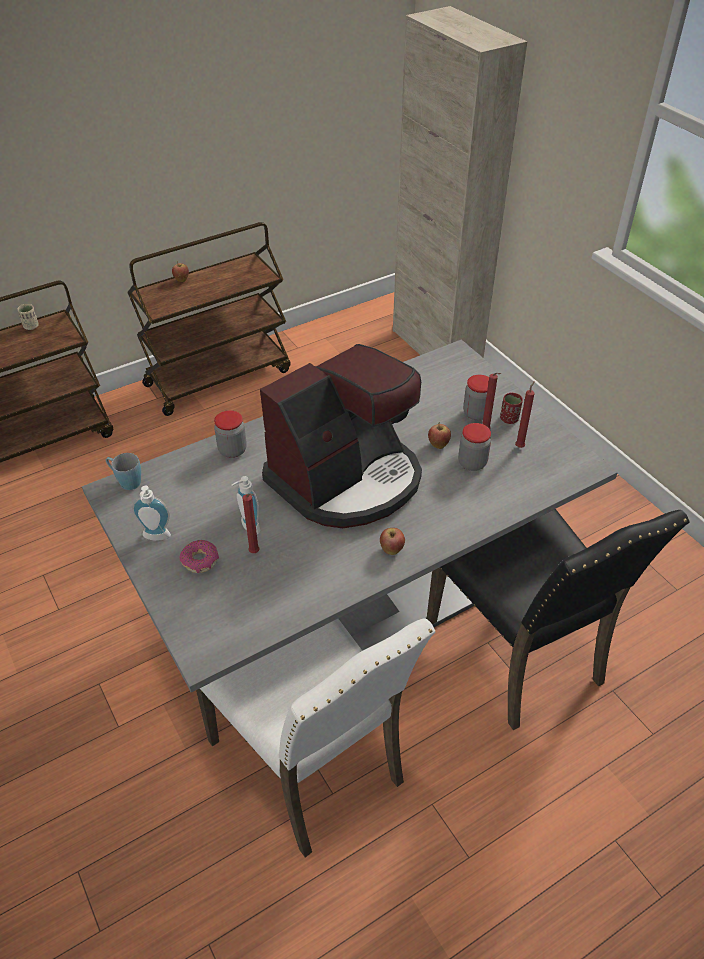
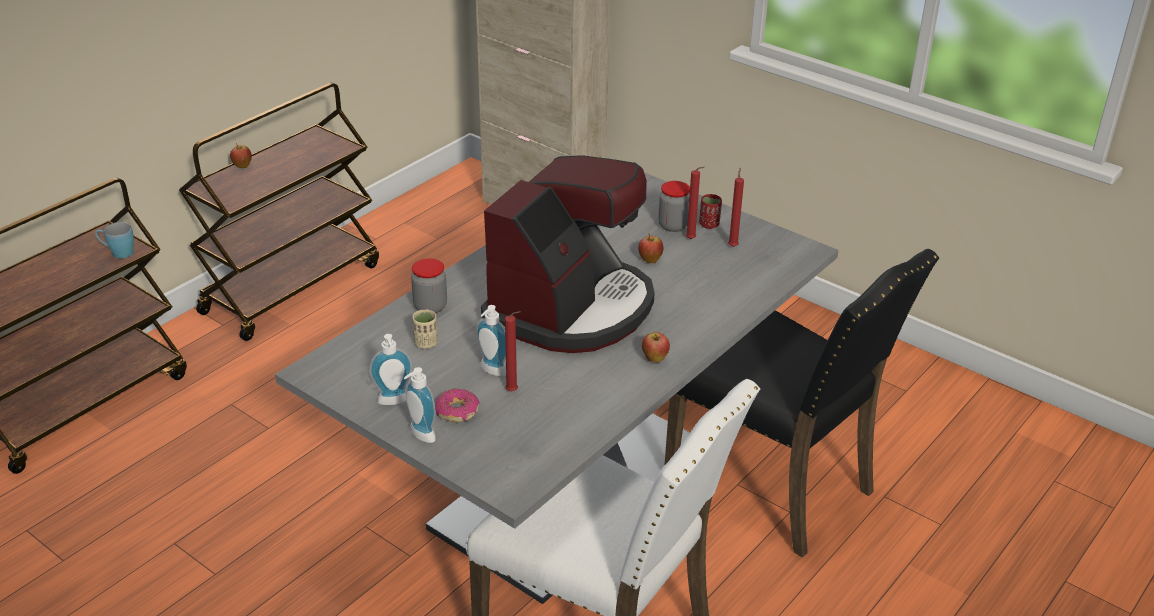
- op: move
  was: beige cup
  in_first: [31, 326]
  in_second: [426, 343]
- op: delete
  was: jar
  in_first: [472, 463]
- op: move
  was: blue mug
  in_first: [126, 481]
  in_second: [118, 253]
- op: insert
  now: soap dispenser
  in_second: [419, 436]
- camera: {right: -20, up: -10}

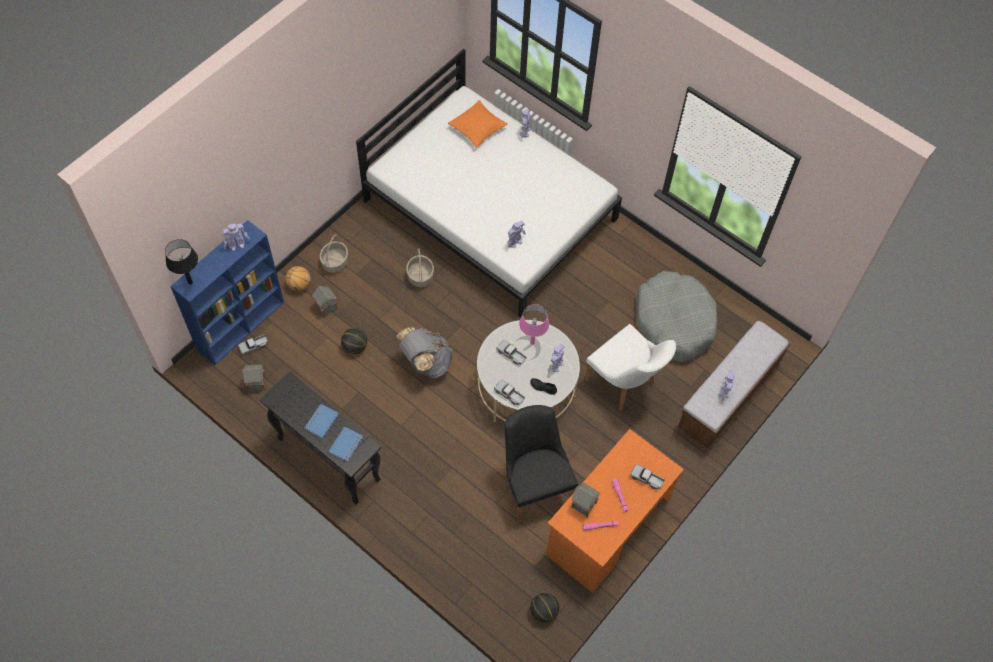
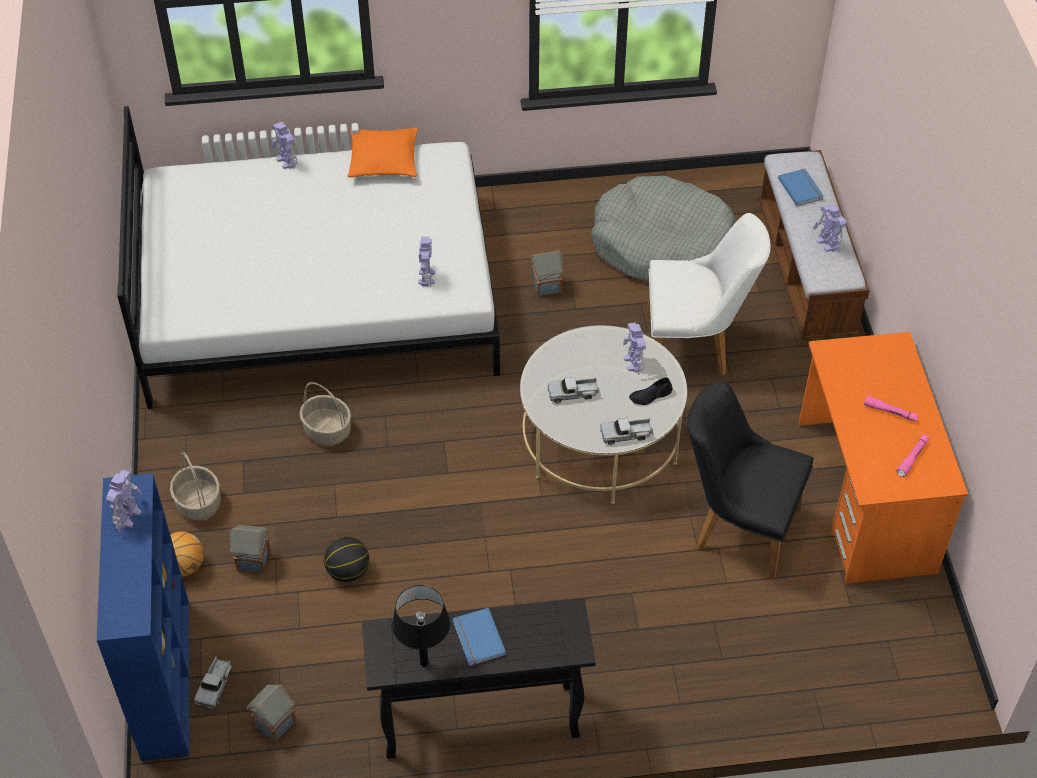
- op: move
  was: orange pillow
  in_first: [477, 128]
  in_second: [383, 160]
- op: move
  was: black table lamp
  in_first: [190, 282]
  in_second: [424, 663]
- op: delete
  was: pink table lamp
  in_first: [532, 342]
- op: delete
  was: grey backpack
  in_first: [426, 363]
- op: move
  was: blue book
  in_first: [347, 445]
  in_second: [801, 188]
- op: delete
  was: toy truck
  in_first: [646, 479]
- op: move
  was: toy house
  in_first: [583, 505]
  in_second: [546, 286]
- op: delete
  was: basketball
  in_first: [543, 612]
- camera: {right: -45, up: -10}

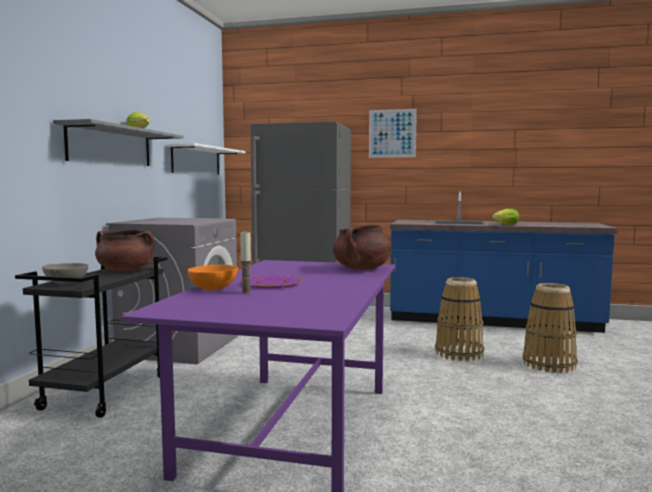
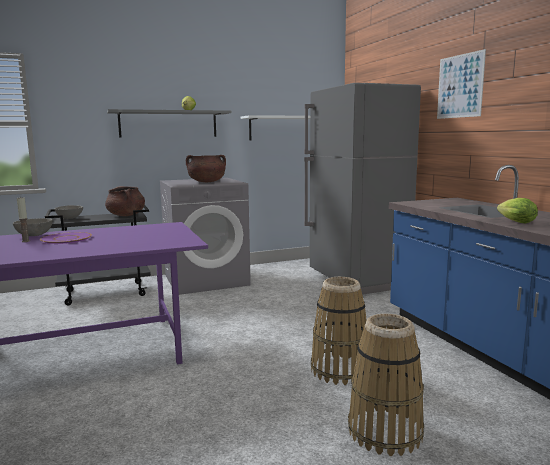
- op: move
  was: brown cooking pot
  in_first: [361, 269]
  in_second: [206, 182]
- op: recolor
  was: orange bowl
  now: grey bowl
  in_first: [213, 289]
  in_second: [35, 235]
- camera: {right: 55, up: 5}

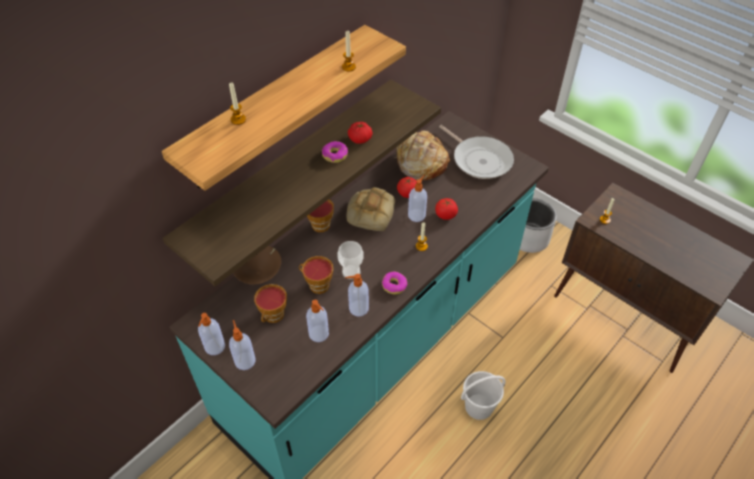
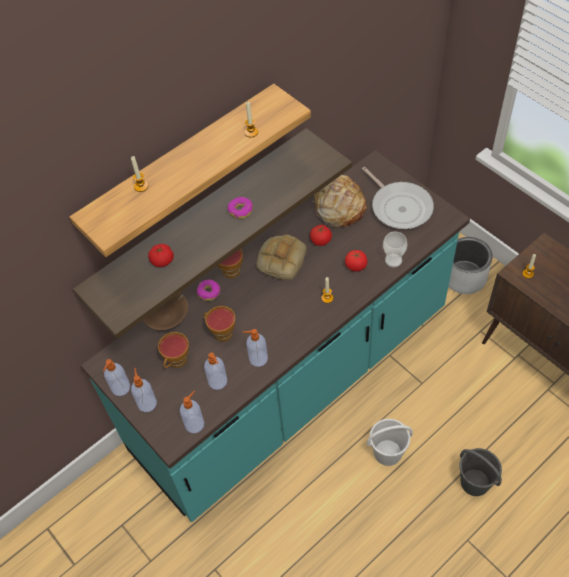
- op: move
  was: tomato
  in_first: [360, 139]
  in_second: [162, 261]
- op: move
  was: soap dispenser
  in_first: [417, 215]
  in_second: [195, 423]
- op: move
  was: cup
  in_first: [351, 272]
  in_second: [393, 260]
- op: move
  was: donut
  in_first: [394, 285]
  in_second: [209, 292]
- op: insert
  now: grey bucket
  in_second: [475, 483]
- camera: {right: 10, up: 5}

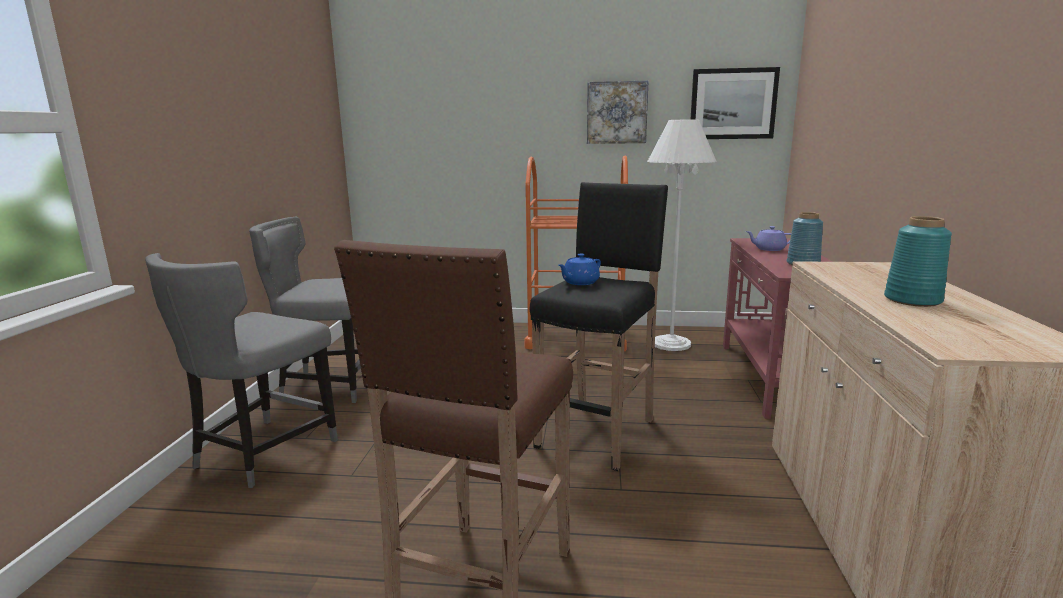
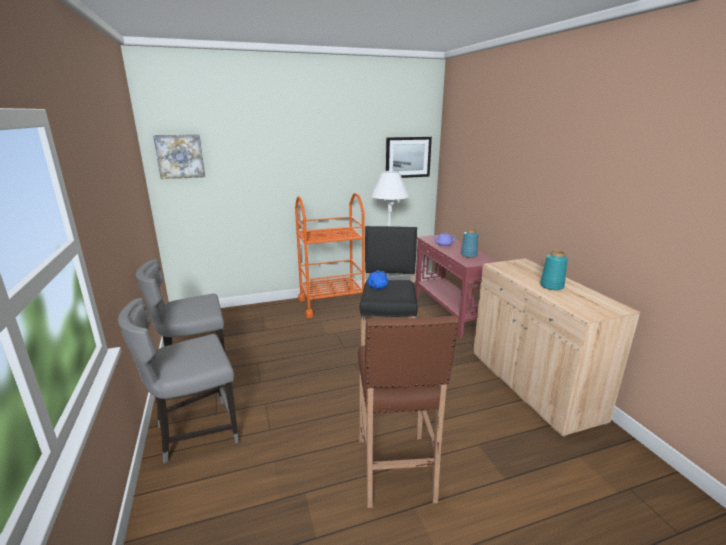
- op: move
  was: picture
  in_first: [616, 112]
  in_second: [180, 156]
- op: rotate
  was: grey chair
  in_first: [261, 453]
  in_second: [195, 432]
  clockwise: 60
- camera: {right: -25, up: 5}

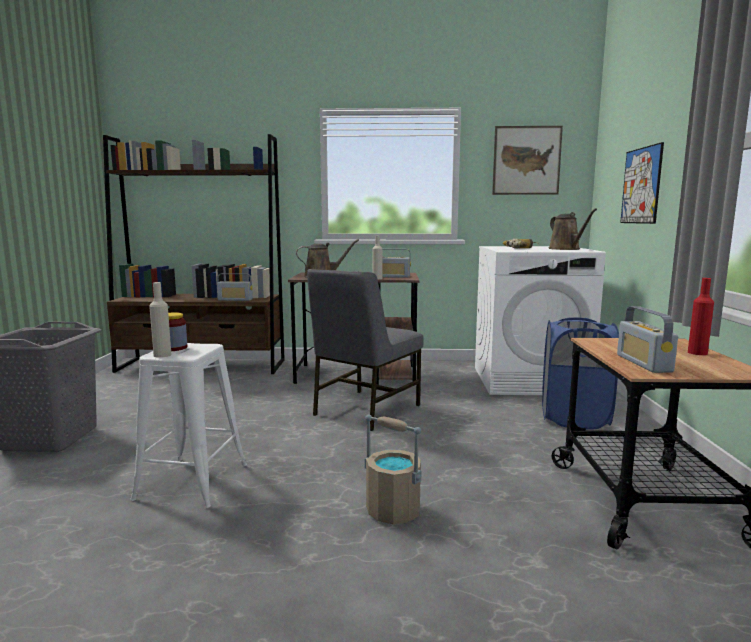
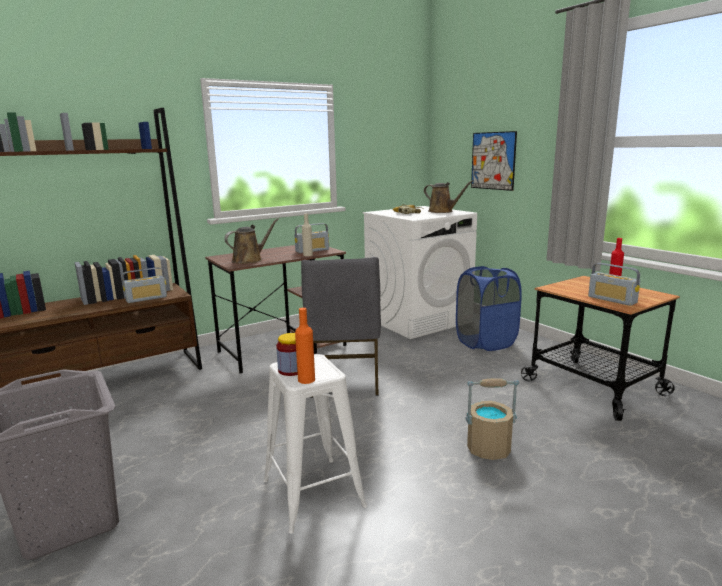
- op: delete
  was: picture
  in_first: [526, 160]
- op: recolor
  was: beige bottle
  now: orange bottle
  in_first: [162, 355]
  in_second: [306, 380]
- camera: {right: -35, up: 5}

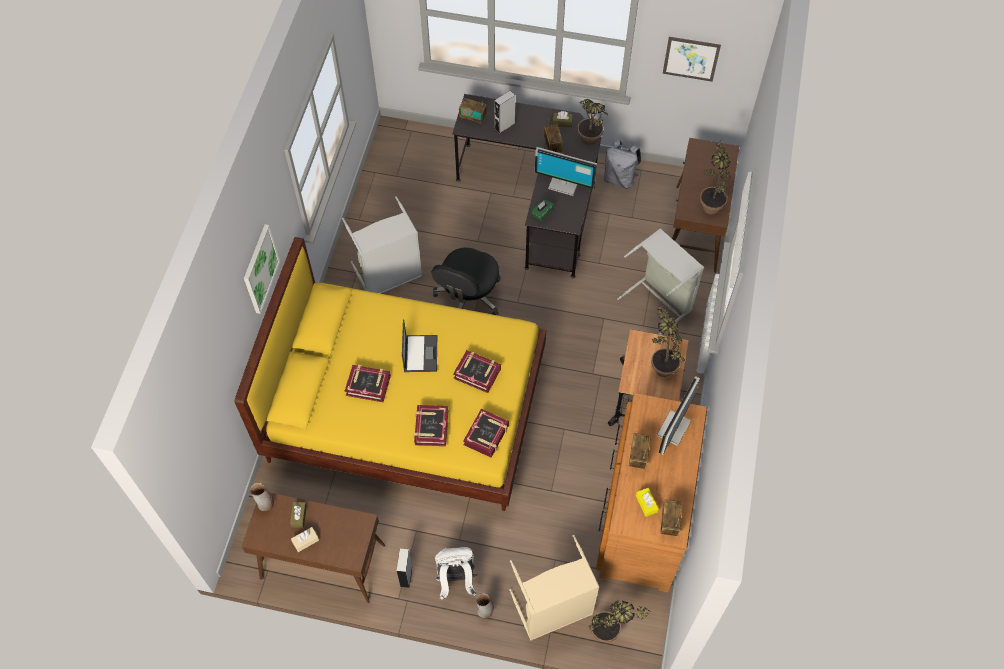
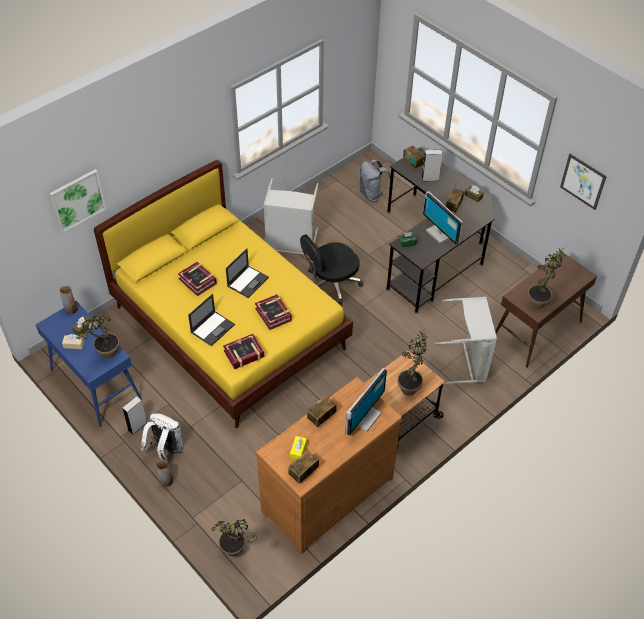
- op: move
  was: potted plant
  in_first: [590, 143]
  in_second: [105, 356]
- op: move
  was: grey backpack
  in_first: [620, 179]
  in_second: [373, 194]
- op: move
  was: picture
  in_first: [260, 269]
  in_second: [77, 200]
- op: rotate
  was: monitor
  in_first: [675, 429]
  in_second: [364, 416]
  clockwise: 150
- op: replace
  was: book
  now: laptop
  in_first: [431, 427]
  in_second: [213, 328]
- op: recolor
  was: brown console table
  now: blue console table
  in_first: [322, 562]
  in_second: [95, 385]
- op: delete
  was: beige laundry basket
  in_first: [554, 610]
- camera: {right: 35, up: -10}

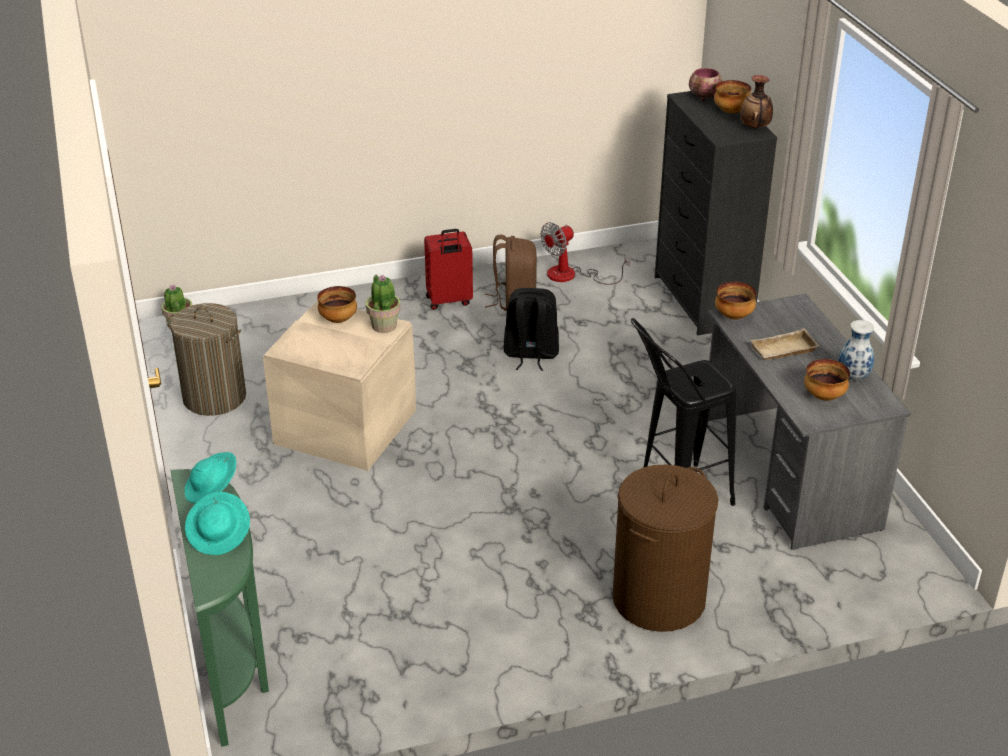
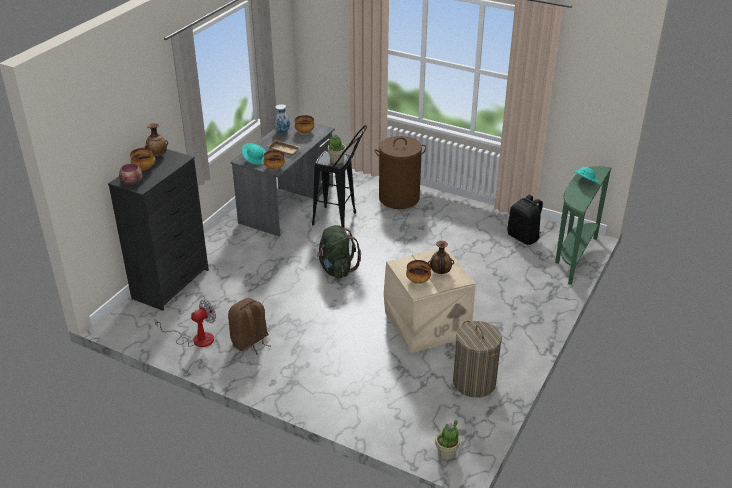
- op: rotate
  was: fan
  in_first: [572, 276]
  in_second: [196, 339]
  clockwise: -45
- op: delete
  was: red suitcase
  in_first: [449, 301]
- op: move
  was: potted plant
  in_first: [384, 325]
  in_second: [336, 160]
- op: move
  was: black backpack
  in_first: [530, 354]
  in_second: [524, 237]
- op: move
  was: turquoise hat
  in_first: [212, 490]
  in_second: [255, 159]
- op: insert
  now: green backpack
  in_second: [336, 269]
- op: insert
  now: vase
  in_second: [440, 272]
- camera: {right: -135, up: 0}

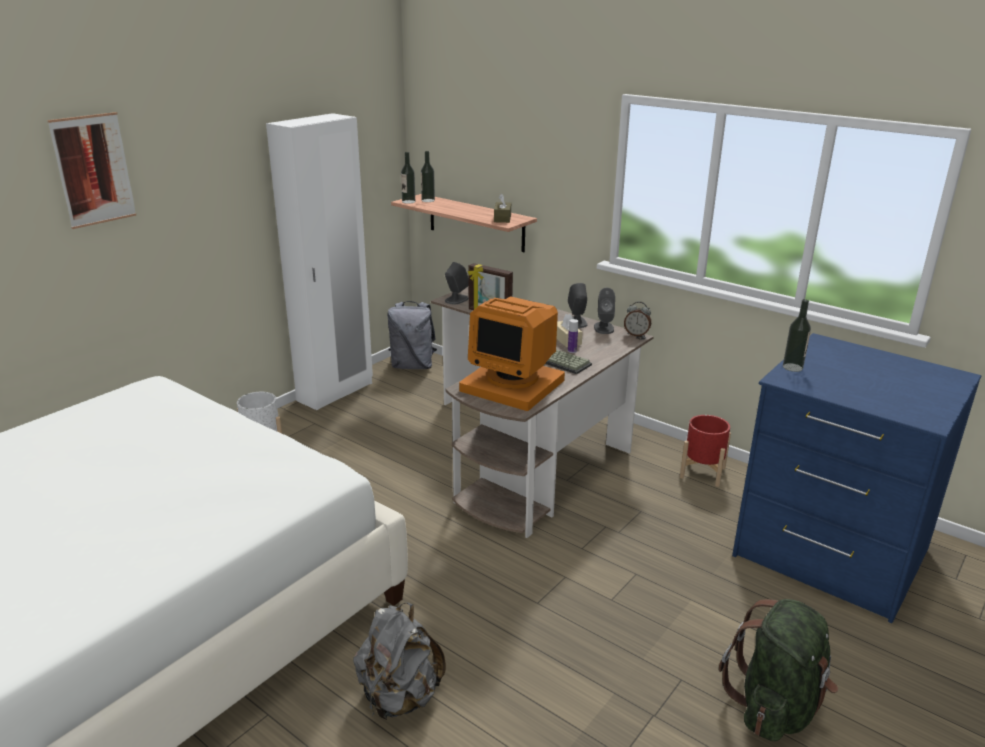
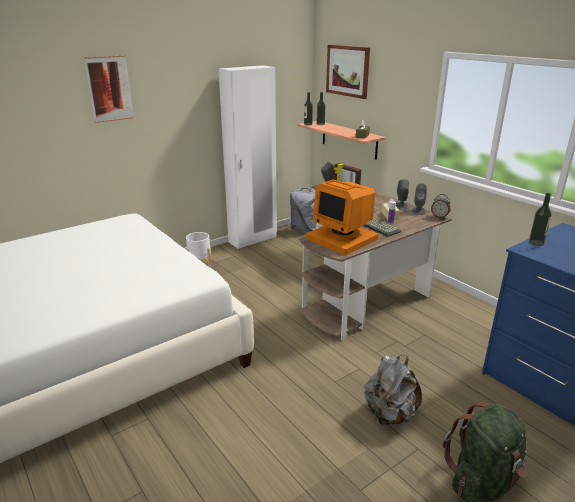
- op: delete
  was: red planter
  in_first: [702, 472]
- op: move
  was: grey backpack
  in_first: [399, 697]
  in_second: [389, 414]
- op: insert
  now: picture
  in_second: [348, 71]
- camera: {right: 15, up: 0}

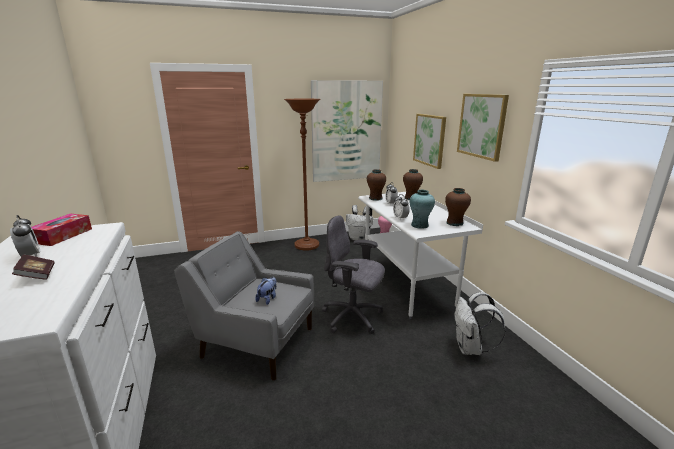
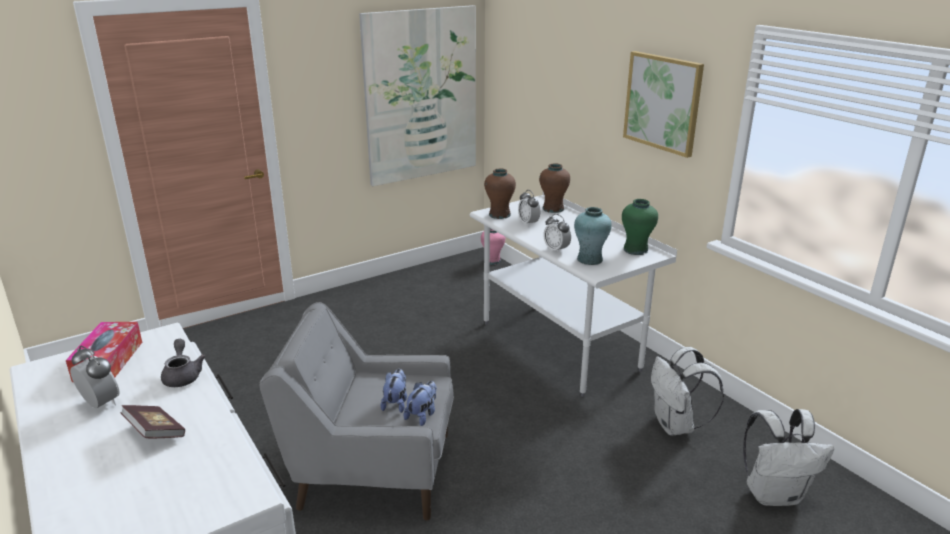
- op: delete
  was: brown floor lamp
  in_first: [307, 246]
- op: delete
  was: picture
  in_first: [429, 140]
- op: recolor
  was: brown vase
  now: green vase
  in_first: [454, 223]
  in_second: [635, 250]
- op: move
  was: white backpack
  in_first: [359, 239]
  in_second: [774, 494]
- op: delete
  was: grey office chair
  in_first: [353, 317]
- op: insert
  now: grey teapot
  in_second: [183, 375]
- op: insert
  now: plush toy
  in_second: [422, 415]
- camera: {right: -15, up: 5}

